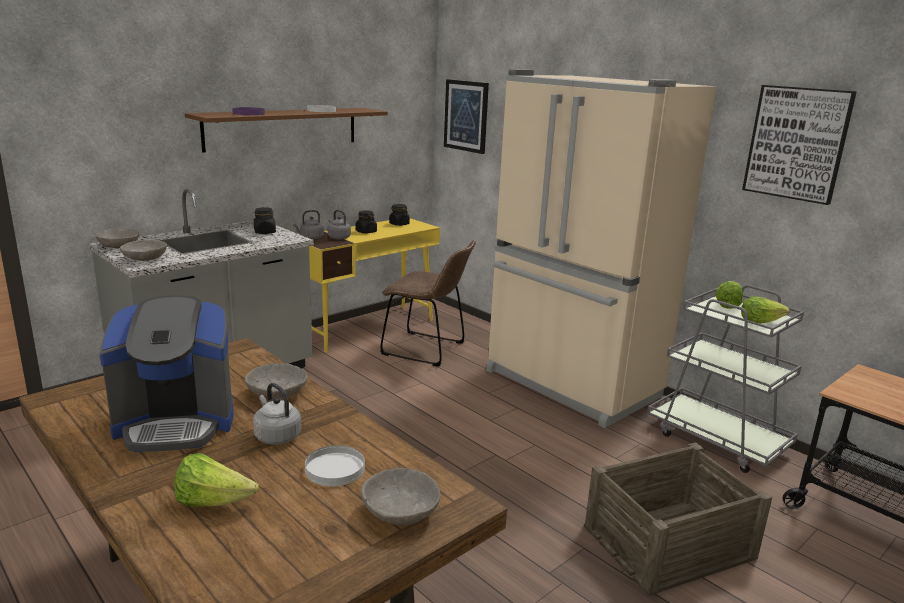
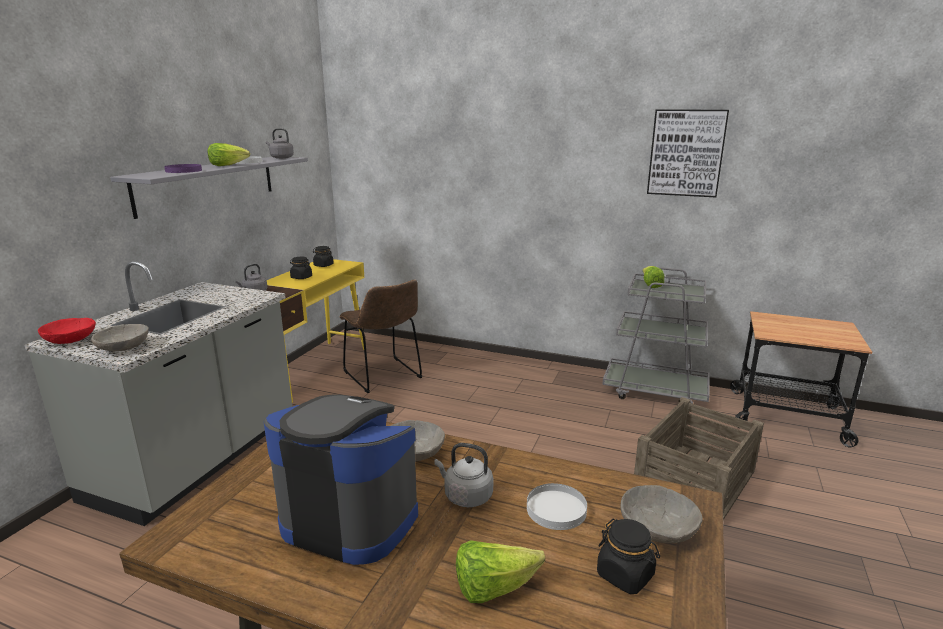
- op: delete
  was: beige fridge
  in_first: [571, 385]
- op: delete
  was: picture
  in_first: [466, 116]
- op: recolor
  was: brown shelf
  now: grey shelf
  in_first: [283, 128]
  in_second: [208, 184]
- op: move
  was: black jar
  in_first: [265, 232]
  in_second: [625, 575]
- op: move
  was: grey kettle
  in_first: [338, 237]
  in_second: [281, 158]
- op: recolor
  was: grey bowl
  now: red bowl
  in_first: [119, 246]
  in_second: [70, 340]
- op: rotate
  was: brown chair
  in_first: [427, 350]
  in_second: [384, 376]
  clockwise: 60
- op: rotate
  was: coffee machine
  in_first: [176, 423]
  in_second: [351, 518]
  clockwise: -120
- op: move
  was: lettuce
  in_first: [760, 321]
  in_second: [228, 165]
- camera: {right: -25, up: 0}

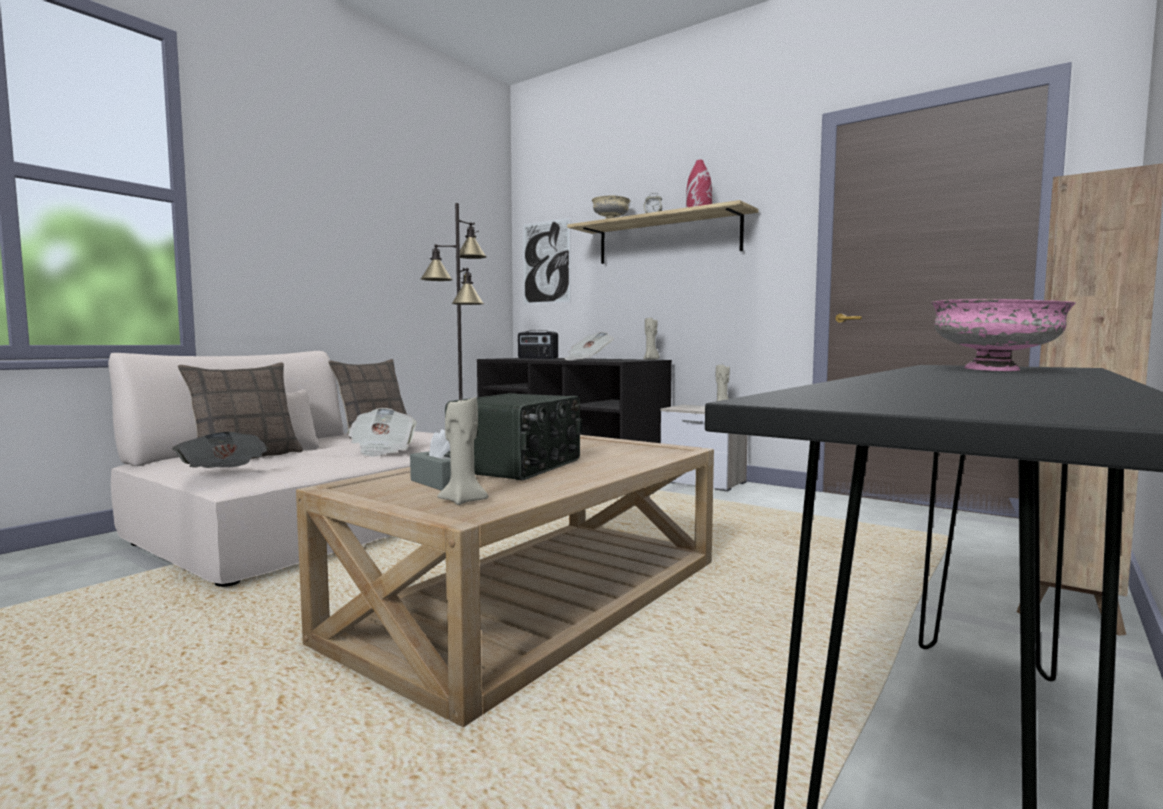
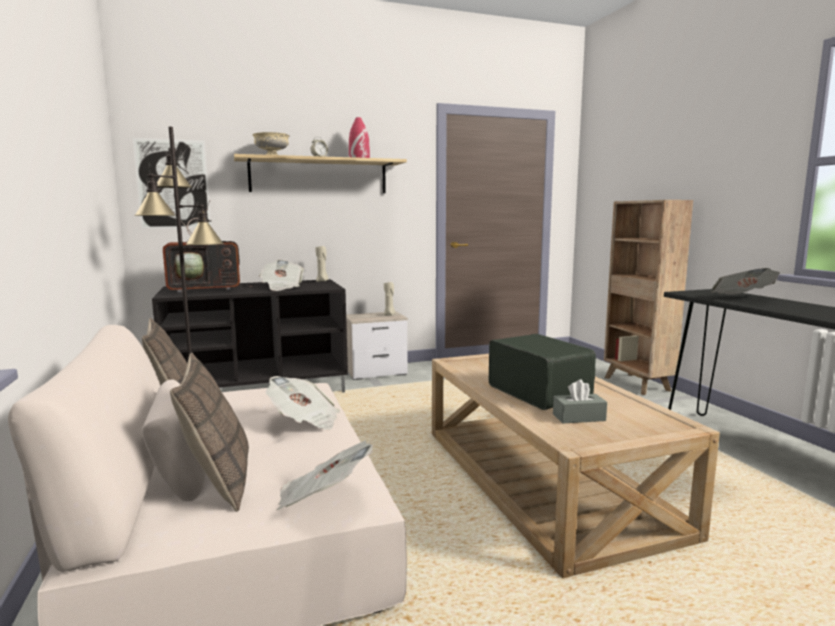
- op: replace
  was: pink bowl
  now: newspaper
  in_first: [995, 370]
  in_second: [742, 298]
- op: replace
  was: radio
  now: television
  in_first: [537, 358]
  in_second: [207, 289]
- op: delete
  was: beige candle
  in_first: [463, 501]
- camera: {right: -55, up: 5}

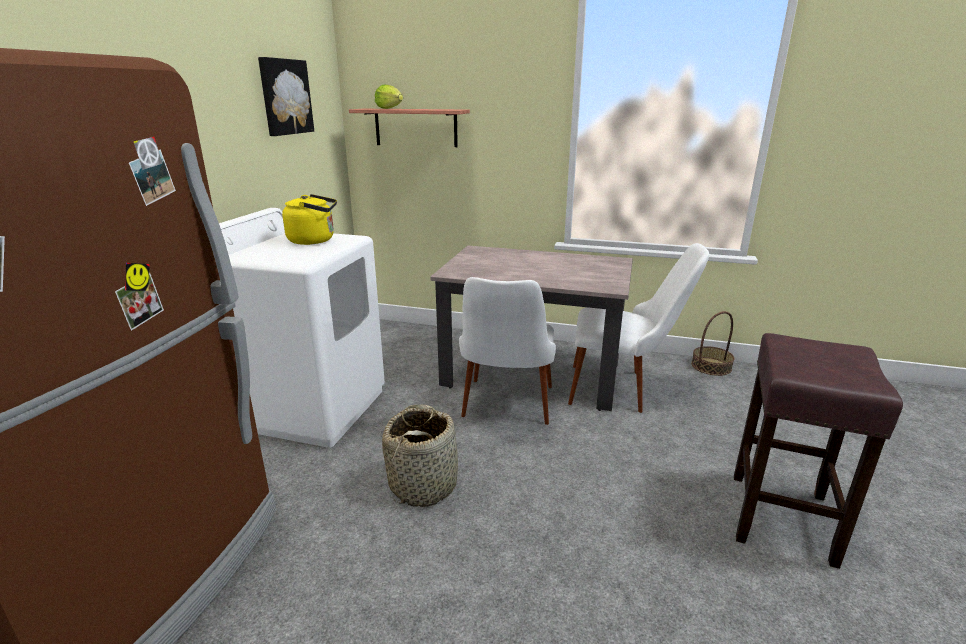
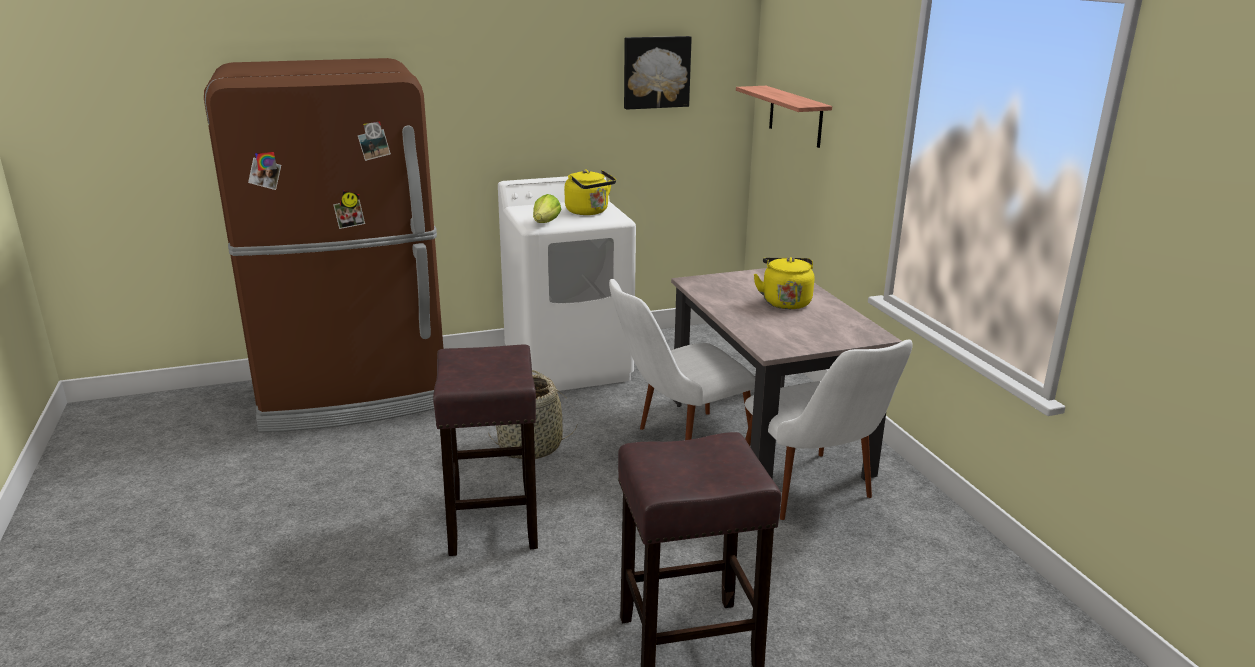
- op: move
  was: lettuce
  in_first: [389, 108]
  in_second: [546, 223]
- op: delete
  was: basket
  in_first: [711, 366]
- op: insert
  now: yellow kettle
  in_second: [785, 302]
- op: insert
  now: brown stool
  in_second: [492, 521]
- camera: {right: 55, up: 0}

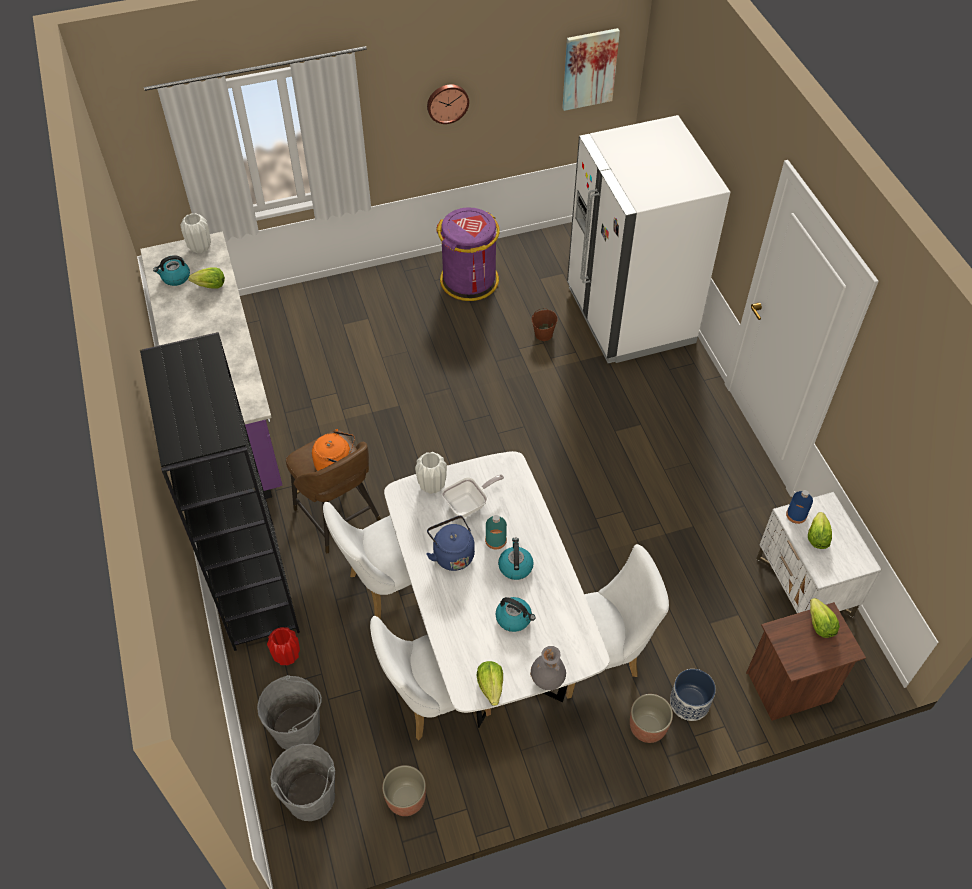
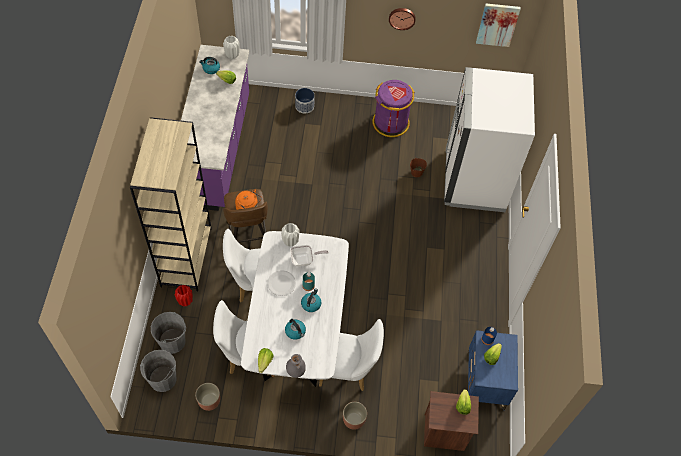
- op: recolor
  was: black bookcase
  now: beige bookcase
  in_first: [254, 586]
  in_second: [186, 256]
- op: recolor
  was: white nightstand
  now: blue nightstand
  in_first: [804, 587]
  in_second: [485, 382]
- op: replace
  was: blue kettle
  now: white plate
  in_first: [452, 554]
  in_second: [281, 283]
- op: move
  was: planter
  in_first: [689, 703]
  in_second: [304, 106]
- camera: {right: 20, up: 5}

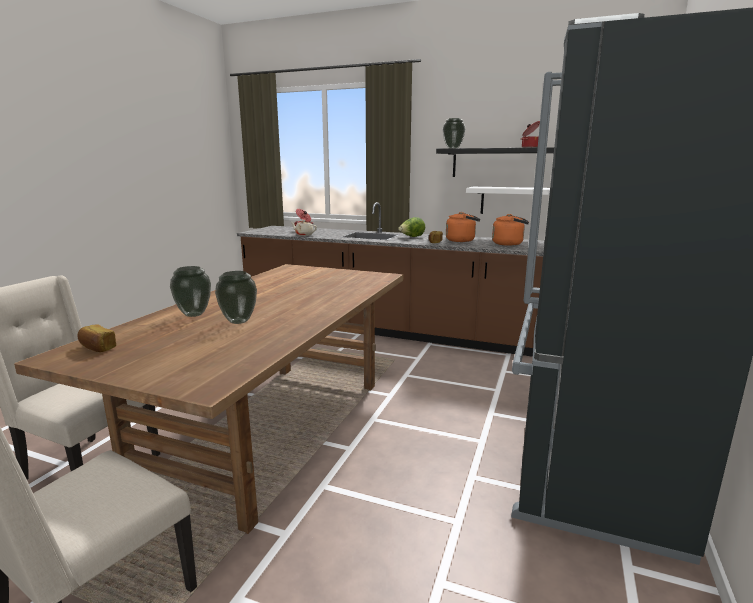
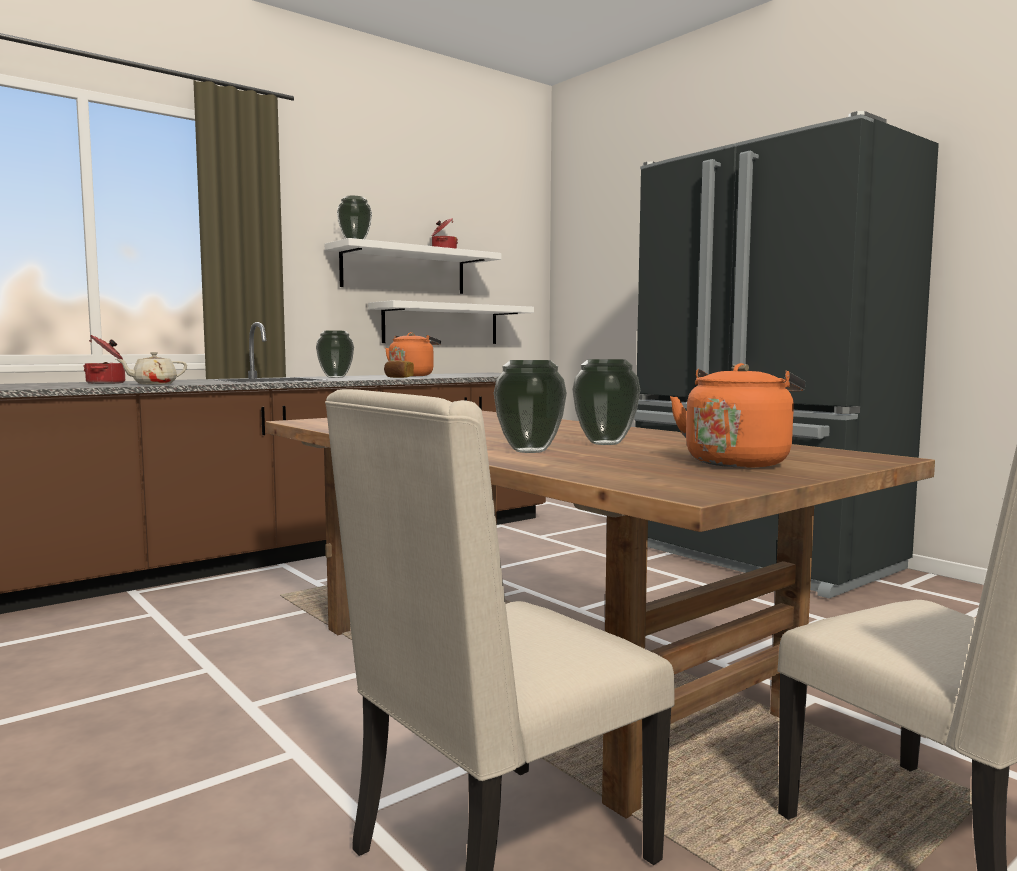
- op: recolor
  was: black shelf
  now: white shelf
  in_first: [502, 163]
  in_second: [404, 270]
- op: move
  was: orange kettle
  in_first: [509, 244]
  in_second: [738, 462]
- op: replace
  was: lettuce
  now: vase
  in_first: [411, 237]
  in_second: [336, 377]
- op: delete
  was: bread
  in_first: [97, 348]
- camera: {right: -60, up: -10}

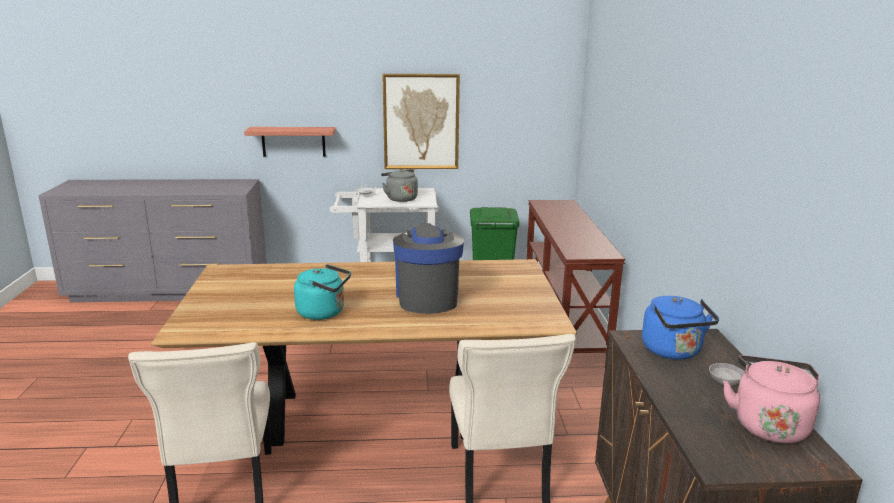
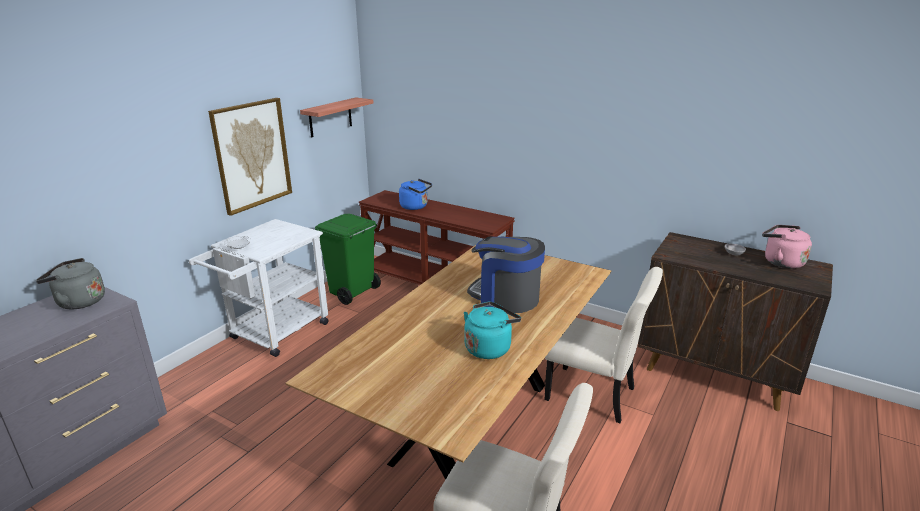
- op: move
  was: shelf
  in_first: [293, 141]
  in_second: [330, 117]
- op: move
  was: grey kettle
  in_first: [400, 198]
  in_second: [78, 302]
- op: move
  was: blue kettle
  in_first: [673, 352]
  in_second: [415, 207]
- camera: {right: -55, up: 5}

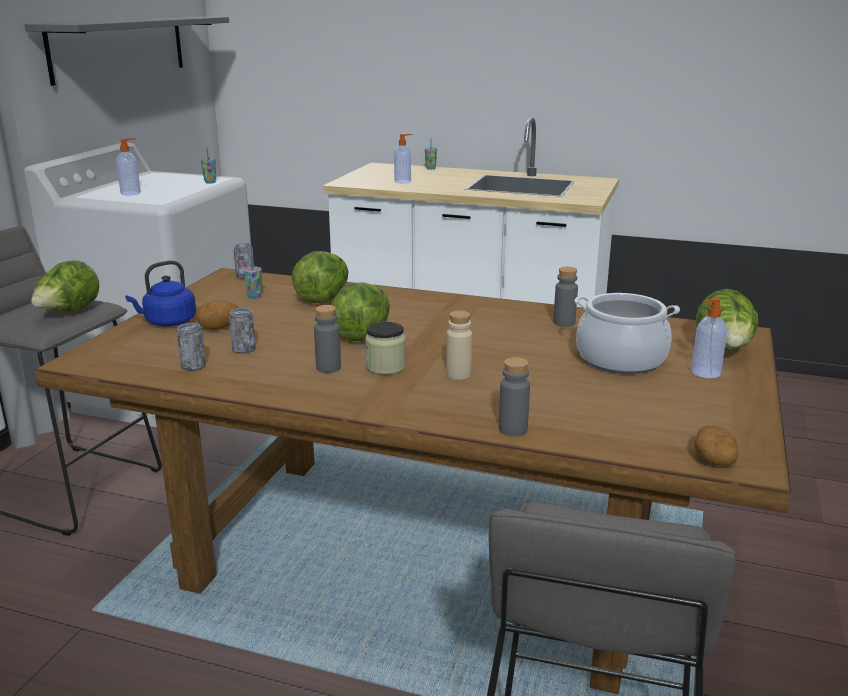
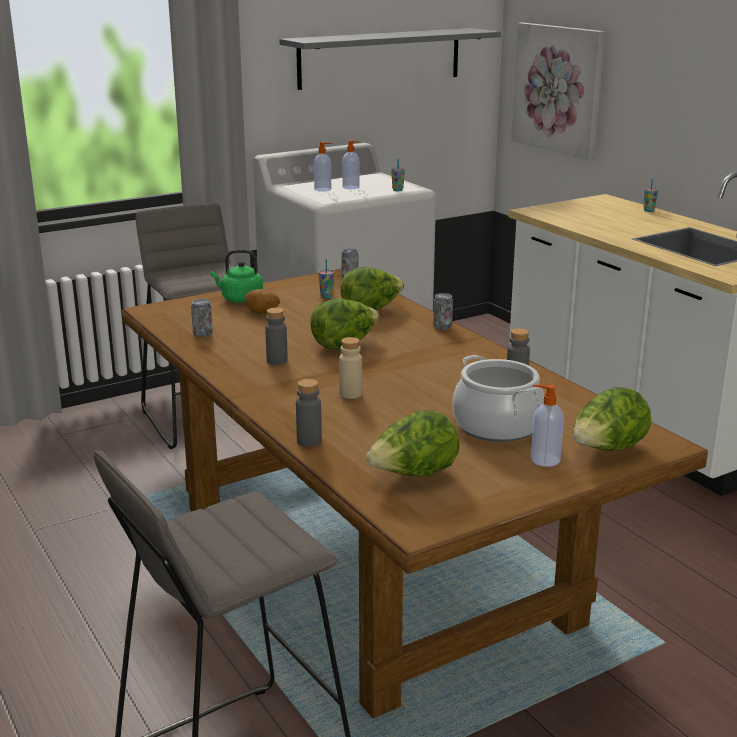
- op: move
  was: soap dispenser
  in_first: [403, 181]
  in_second: [351, 187]
- op: move
  was: lettuce
  in_first: [69, 312]
  in_second: [414, 475]
- op: recolor
  was: blue kettle
  now: green kettle
  in_first: [168, 322]
  in_second: [240, 299]
- op: move
  was: can
  in_first: [244, 349]
  in_second: [442, 327]
- op: delete
  was: jar
  in_first: [386, 367]
- op: delete
  was: potato
  in_first: [713, 458]
- op: insert
  now: picture
  in_second: [558, 89]
- camera: {right: 40, up: 0}

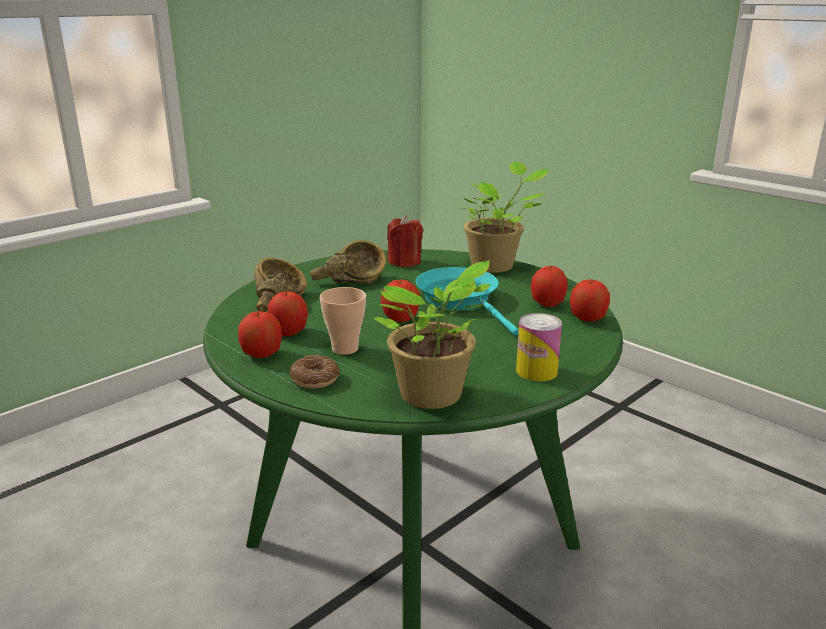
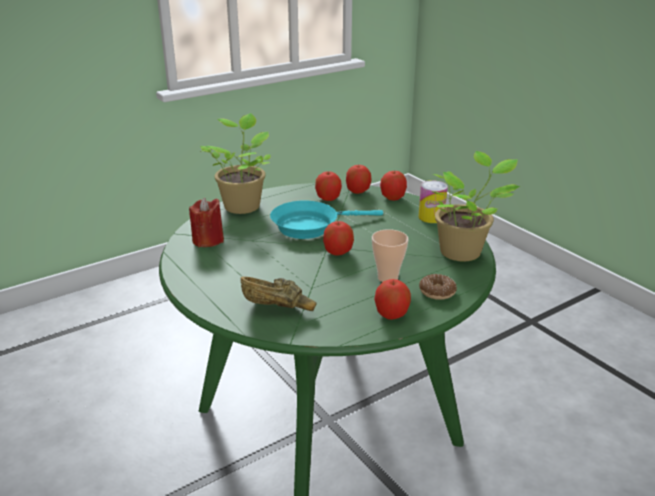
- op: delete
  was: brown bowl
  in_first: [348, 281]
- op: move
  was: apple
  in_first: [289, 332]
  in_second: [393, 198]
- camera: {right: -80, up: 5}

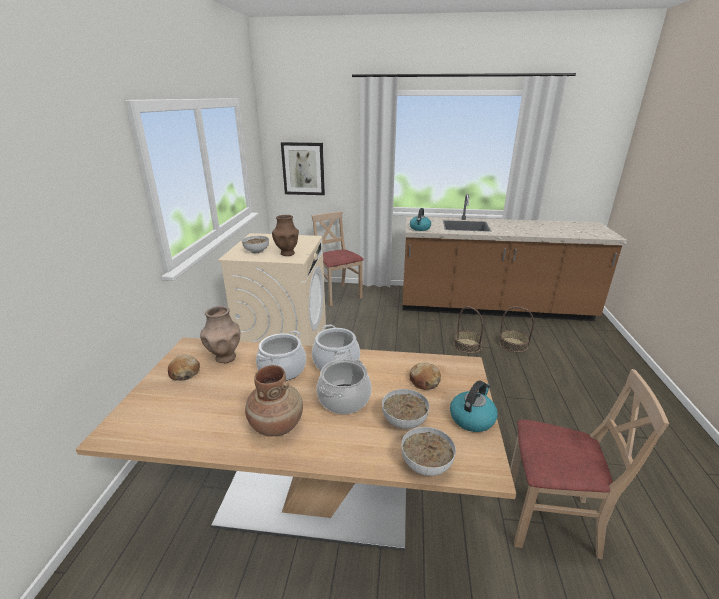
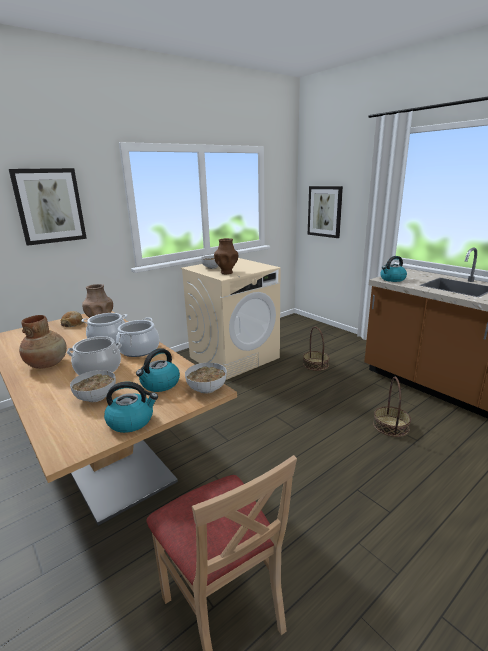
- op: delete
  was: beige chair
  in_first: [338, 294]
- op: move
  was: basket
  in_first: [513, 344]
  in_second: [315, 364]
- op: replace
  was: bread
  now: kettle
  in_first: [424, 381]
  in_second: [160, 384]
- op: move
  was: bowl
  in_first: [426, 463]
  in_second: [207, 388]
- op: insert
  now: picture
  in_second: [49, 206]
- camera: {right: 45, up: -5}

